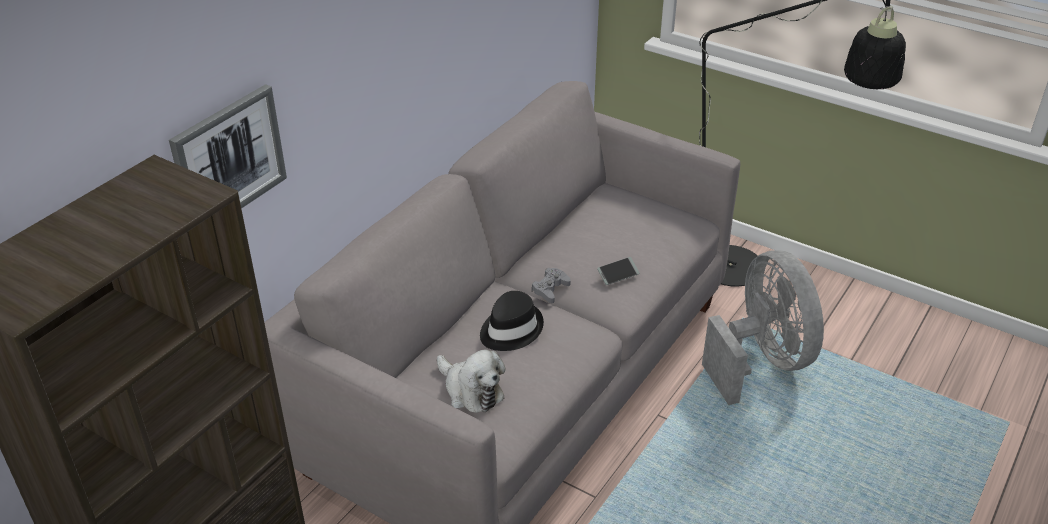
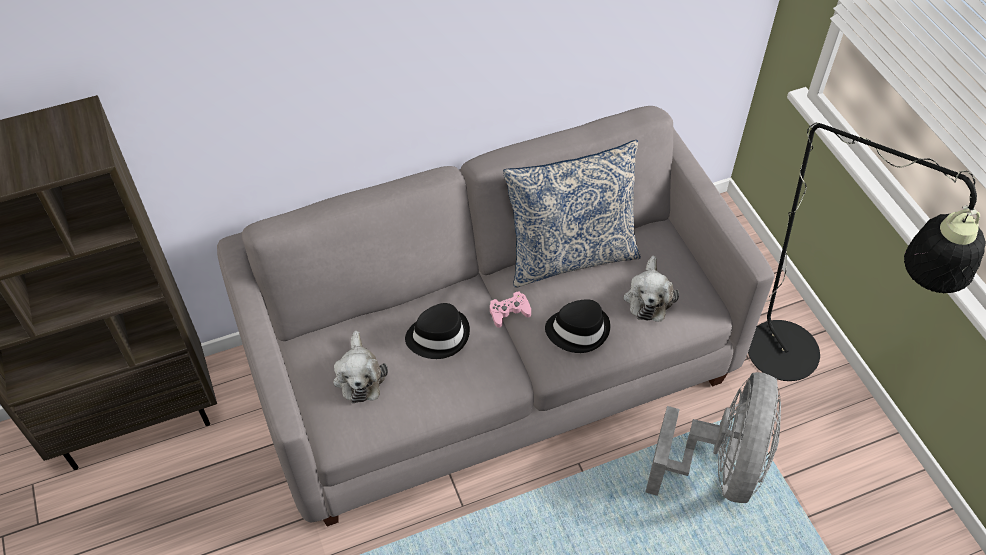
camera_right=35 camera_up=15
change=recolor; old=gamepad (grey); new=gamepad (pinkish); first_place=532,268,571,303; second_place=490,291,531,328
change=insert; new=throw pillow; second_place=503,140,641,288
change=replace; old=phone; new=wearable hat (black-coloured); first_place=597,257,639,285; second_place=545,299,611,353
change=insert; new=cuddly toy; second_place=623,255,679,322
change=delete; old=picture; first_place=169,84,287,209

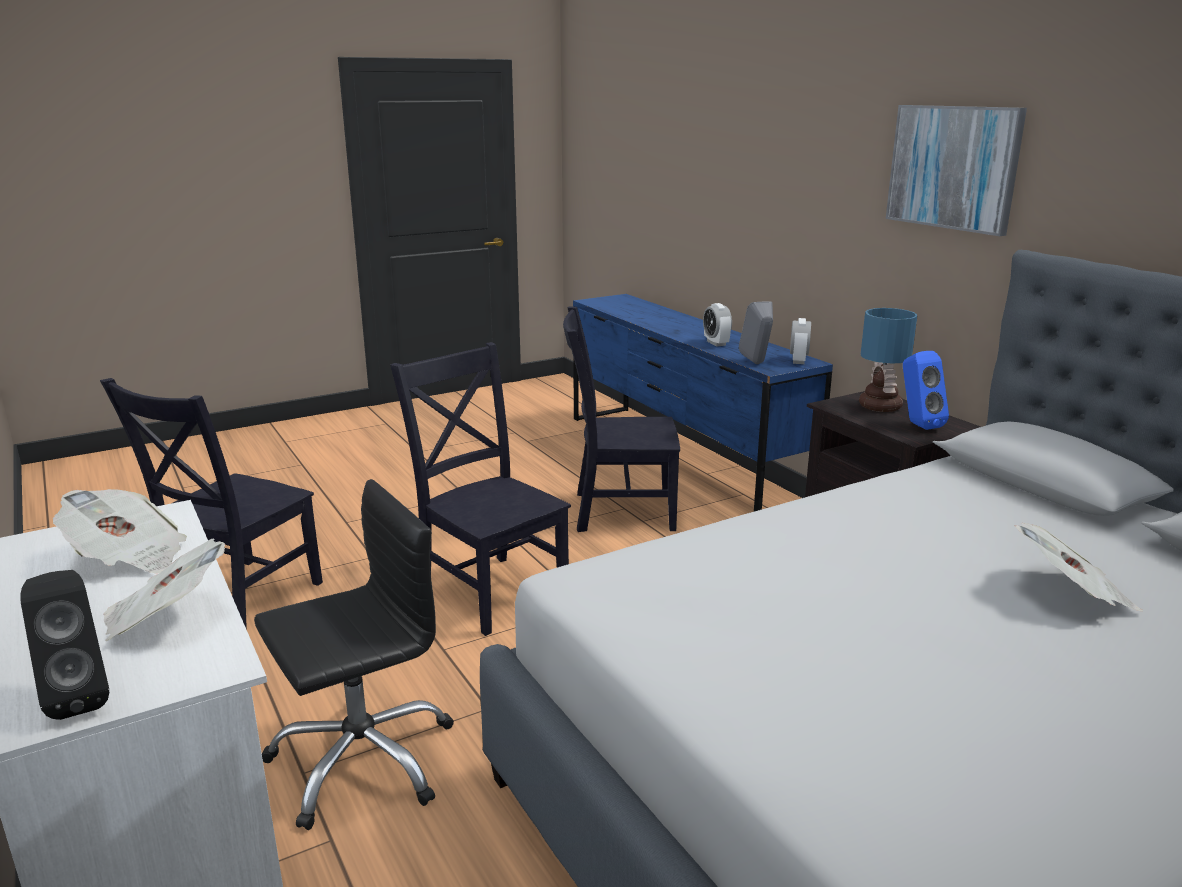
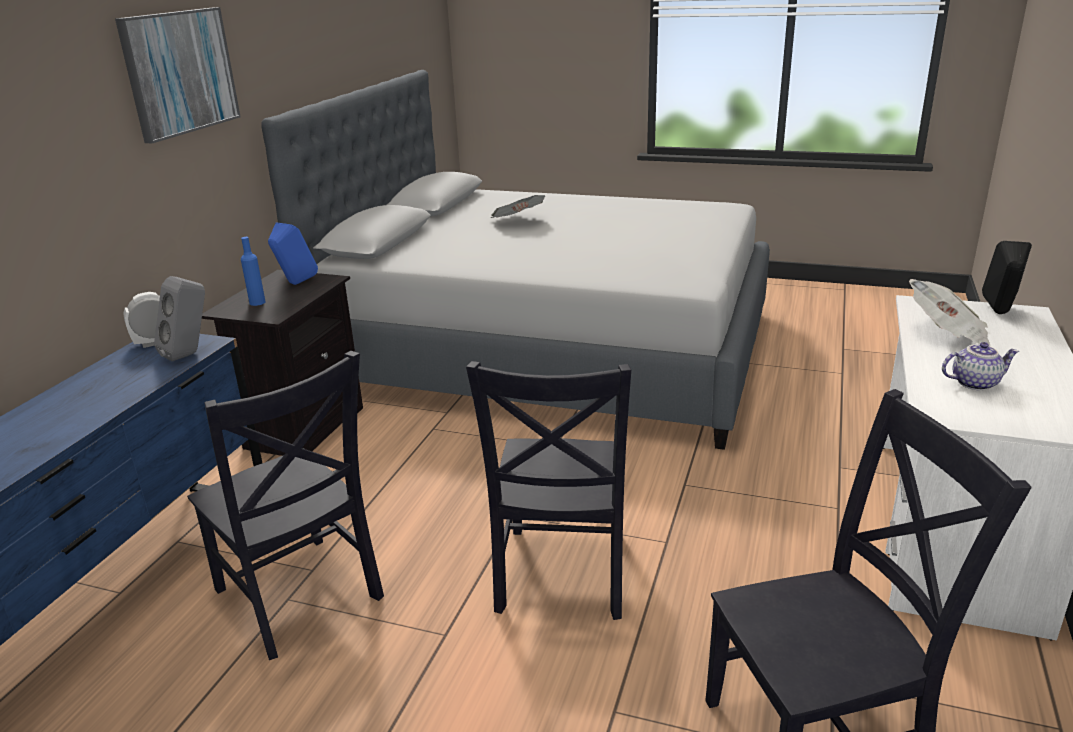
camera_right=-130 camera_up=5
change=replace; old=table lamp; new=beverage bottle (bluish); first_place=859,308,918,412; second_place=241,237,266,306
change=replace; old=daily paper; new=tea pot; first_place=53,489,187,573; second_place=942,342,1019,391
change=delete; old=office chair (black-coloured); first_place=254,479,454,830
change=delete; old=table clock; first_place=703,303,732,347

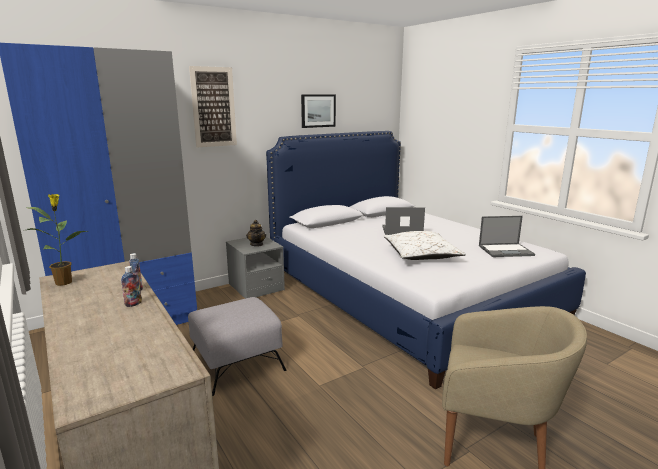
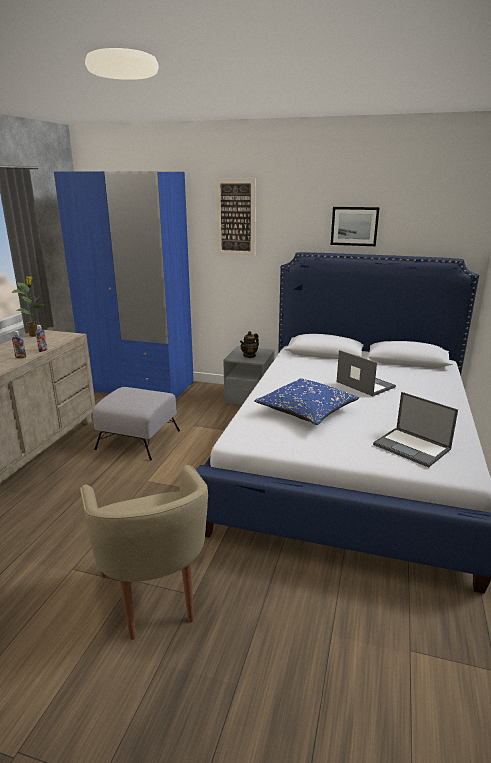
camera_right=50 camera_up=5
change=recolor; old=throw pillow (whitish); new=throw pillow (bluish); first_place=383,231,466,260; second_place=254,378,359,425

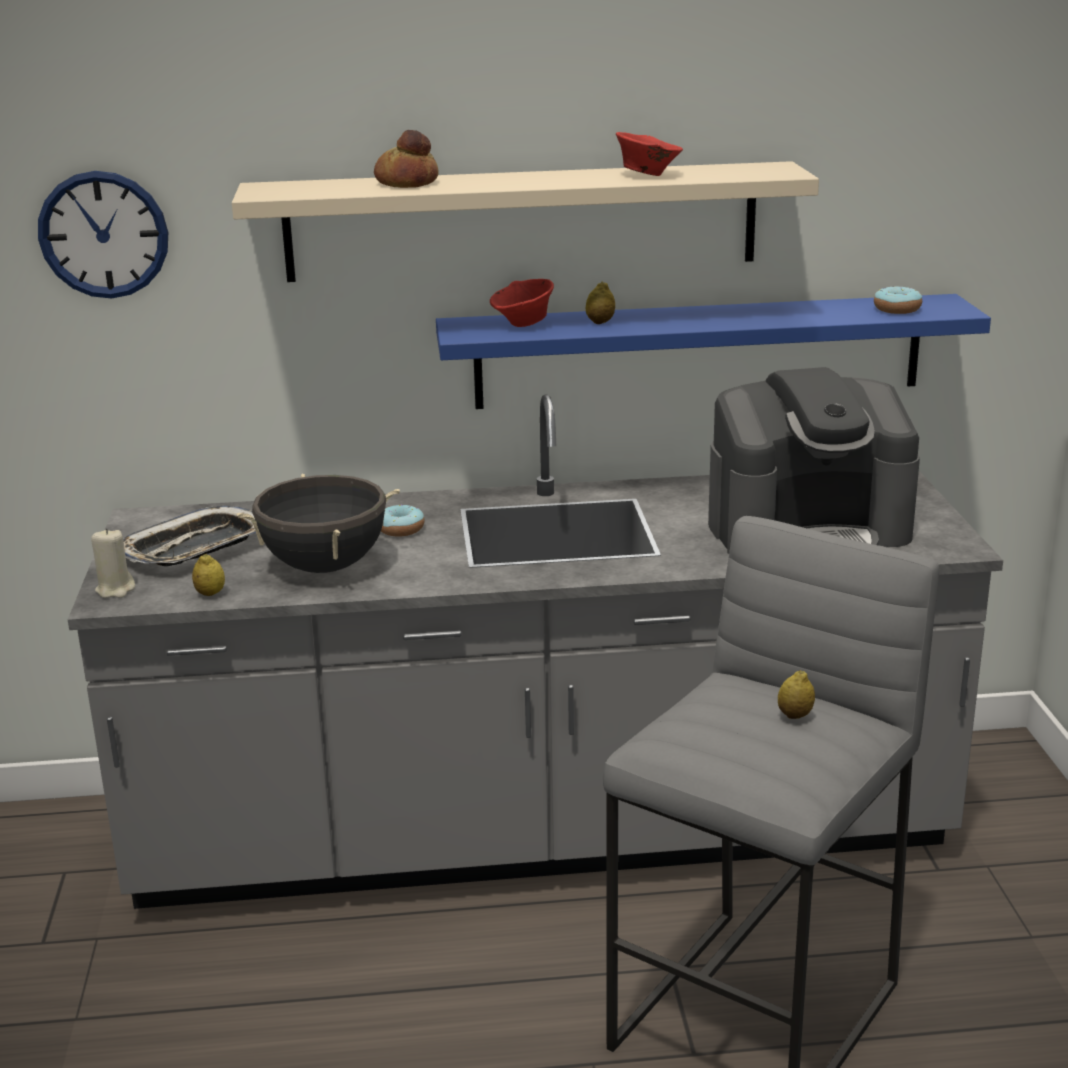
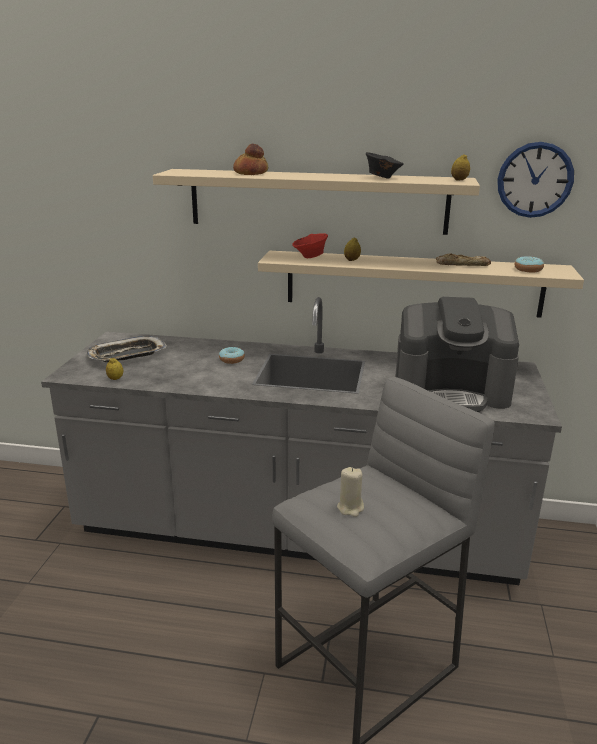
camera_right=15 camera_up=0
change=recolor; old=wall shelf (bluish); new=wall shelf (beige-coloured); first_place=436,294,991,409; second_place=258,251,584,318
change=move; old=wax candle (beige-coloured); first_place=91,528,135,598; second_place=337,467,364,517
change=recolor; old=deep dish (reddish); new=deep dish (black-coloured); first_place=616,132,683,176; second_place=366,152,404,179
change=insert; new=bakery bread; second_place=436,254,491,266
change=move; old=citrus fruit; first_place=778,670,815,719; second_place=451,154,470,181
change=move; old=clock on the wall; first_place=38,171,168,299; second_place=497,142,574,218
change=delete; old=cooking pot (black-coloured); first_place=237,474,400,573

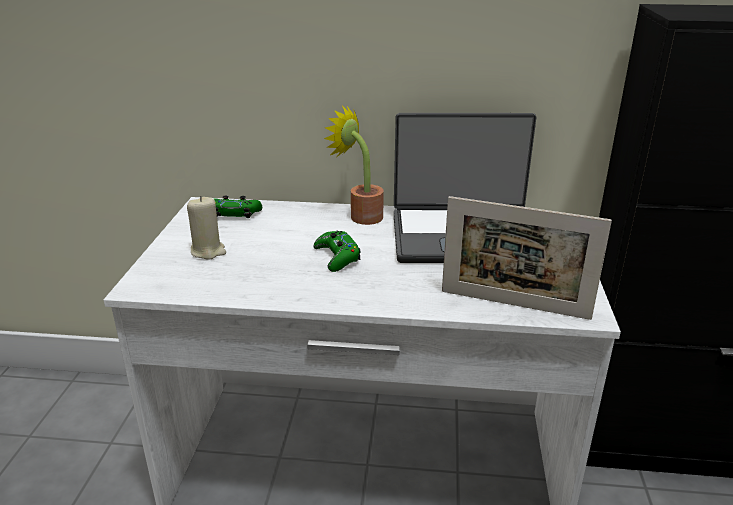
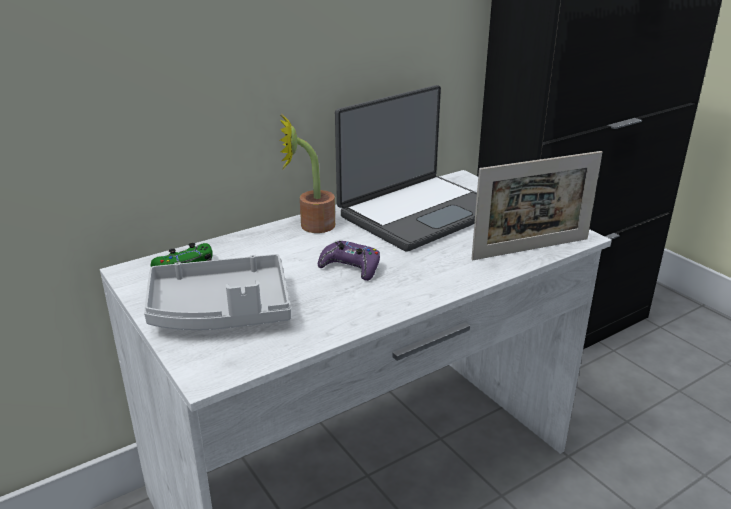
camera_right=-40 camera_up=0
change=replace; old=wax candle (beige-coloured); new=tray (grey); first_place=187,196,226,260; second_place=144,254,292,330
change=recolor; old=gamepad (green); new=gamepad (purple-coloured); first_place=313,231,361,272; second_place=318,241,380,281

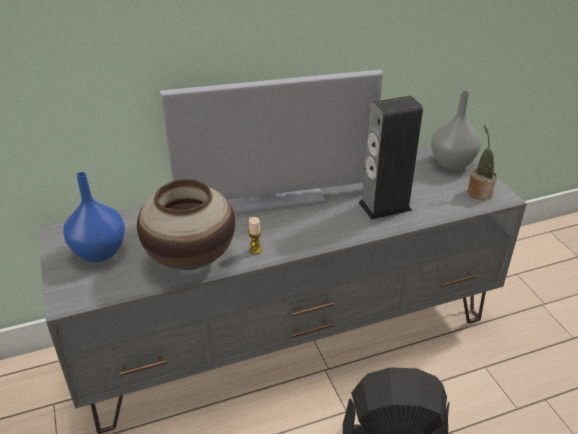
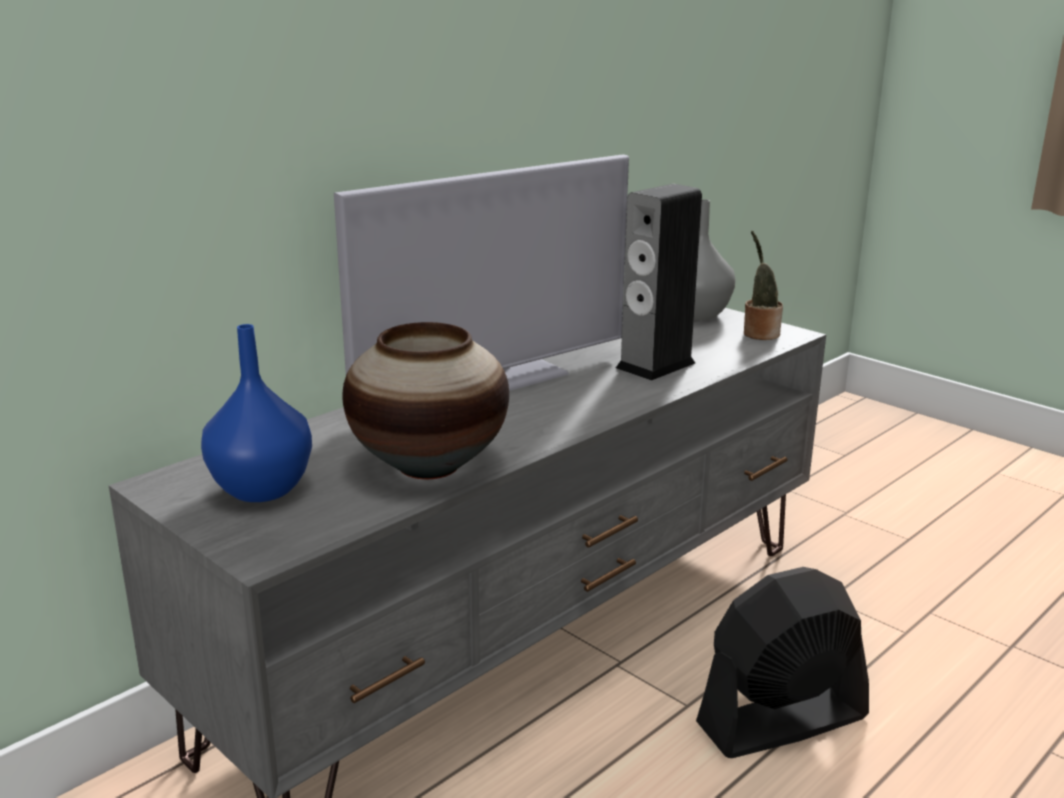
camera_right=-25 camera_up=-15
change=delete; old=wax candle; first_place=248,217,262,254

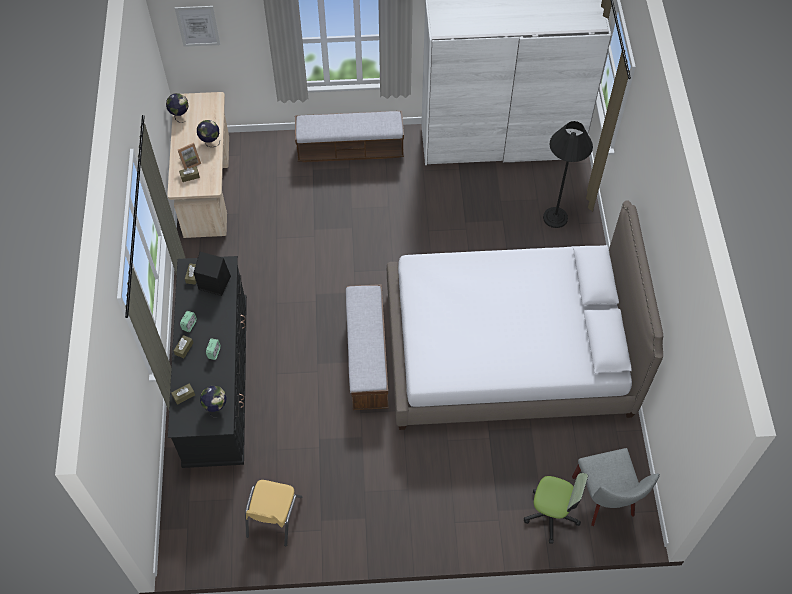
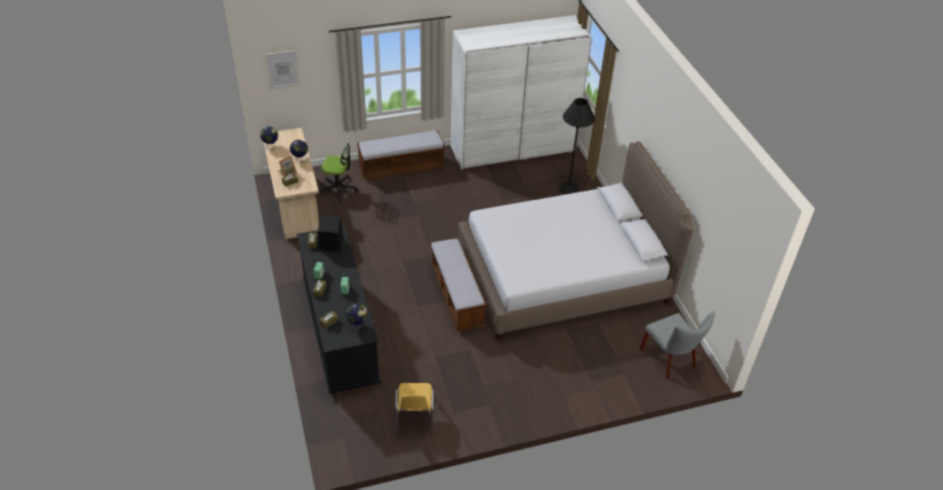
camera_right=-15 camera_up=-15
change=move; old=office chair; first_place=524,473,588,544; second_place=320,137,358,202

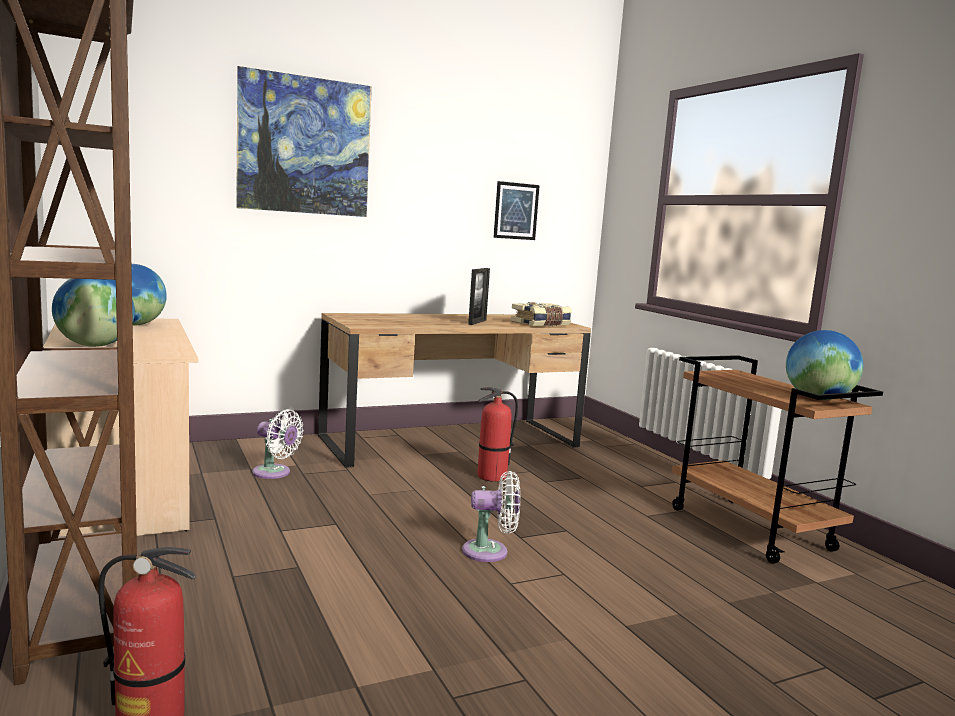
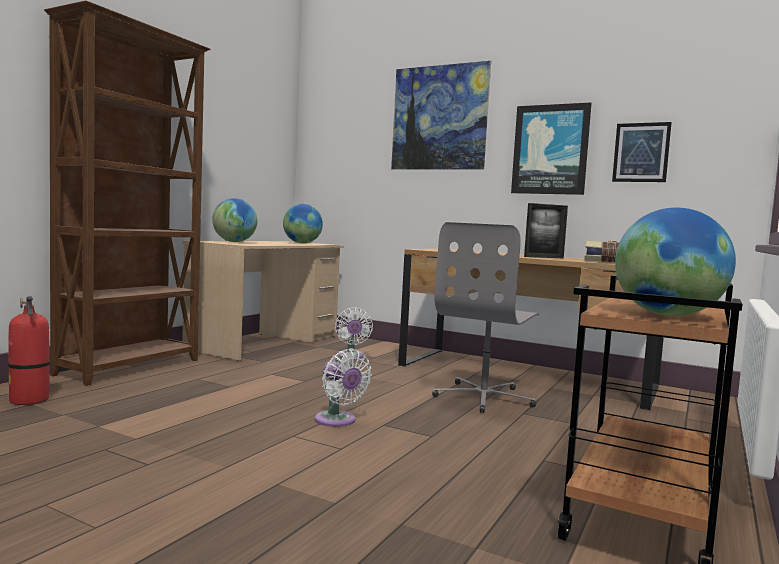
camera_right=55 camera_up=-5
change=replace; old=fire-fighting cylinder; new=office chair (grey); first_place=478,387,518,482; second_place=432,222,539,413
change=insert; new=picture; second_place=511,103,592,195

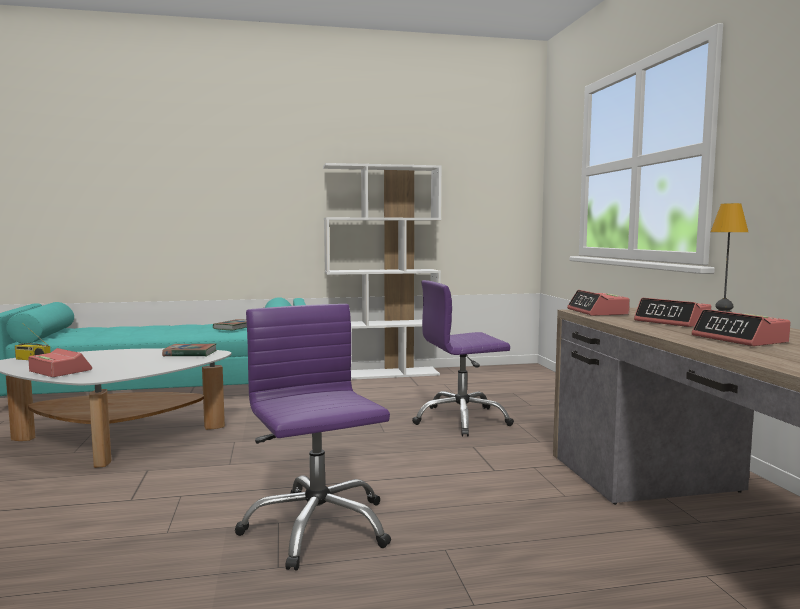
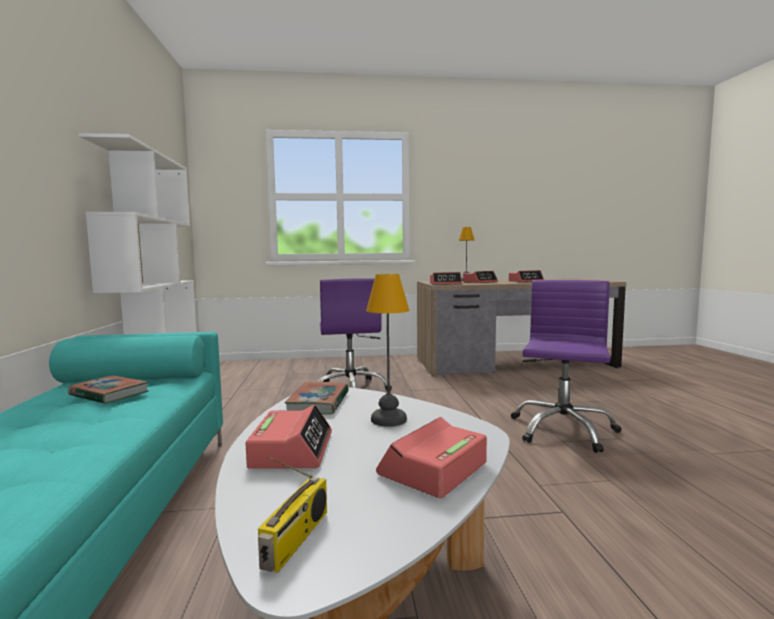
camera_right=-85 camera_up=0
change=insert; new=table clock; second_place=246,405,332,469
change=insert; new=table lamp; second_place=366,274,409,427
change=rotate; old=office chair (purple-coloured); first_place=235,304,391,571; second_place=511,280,621,453; degrees=135

